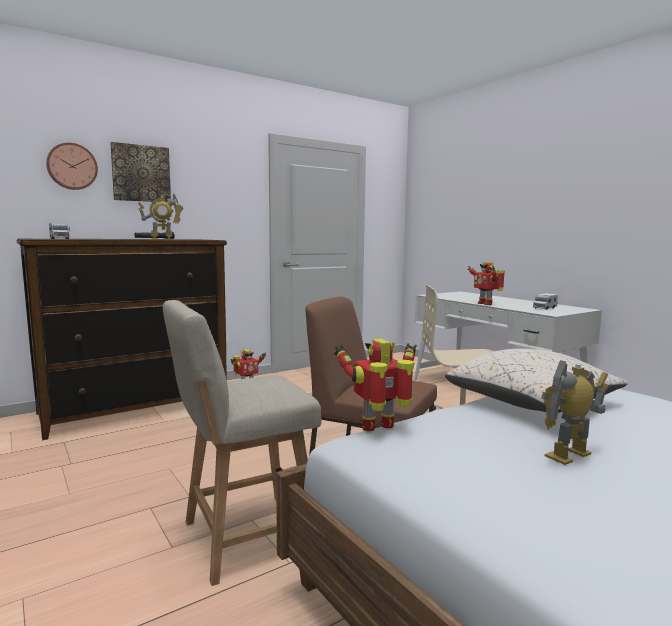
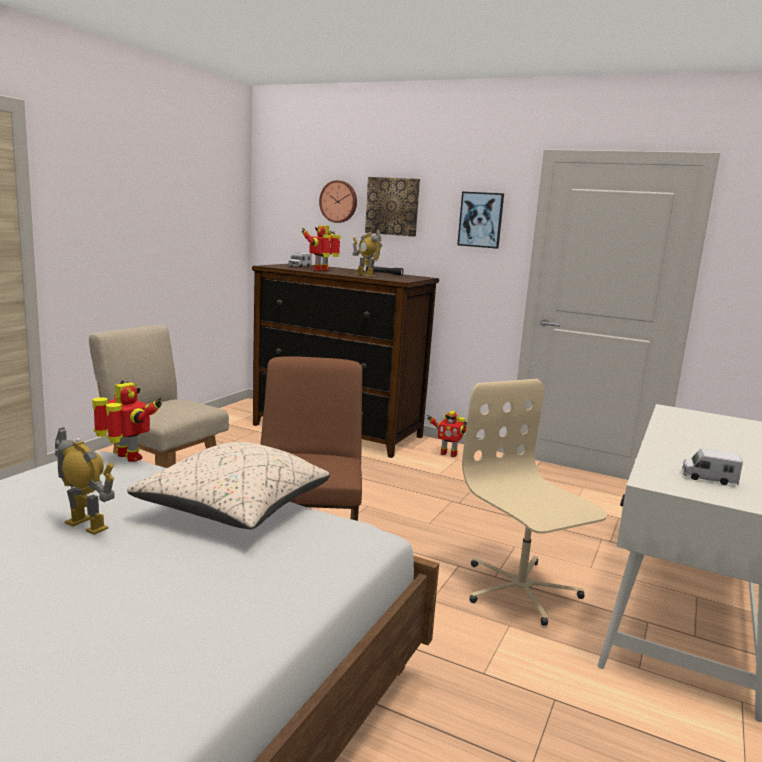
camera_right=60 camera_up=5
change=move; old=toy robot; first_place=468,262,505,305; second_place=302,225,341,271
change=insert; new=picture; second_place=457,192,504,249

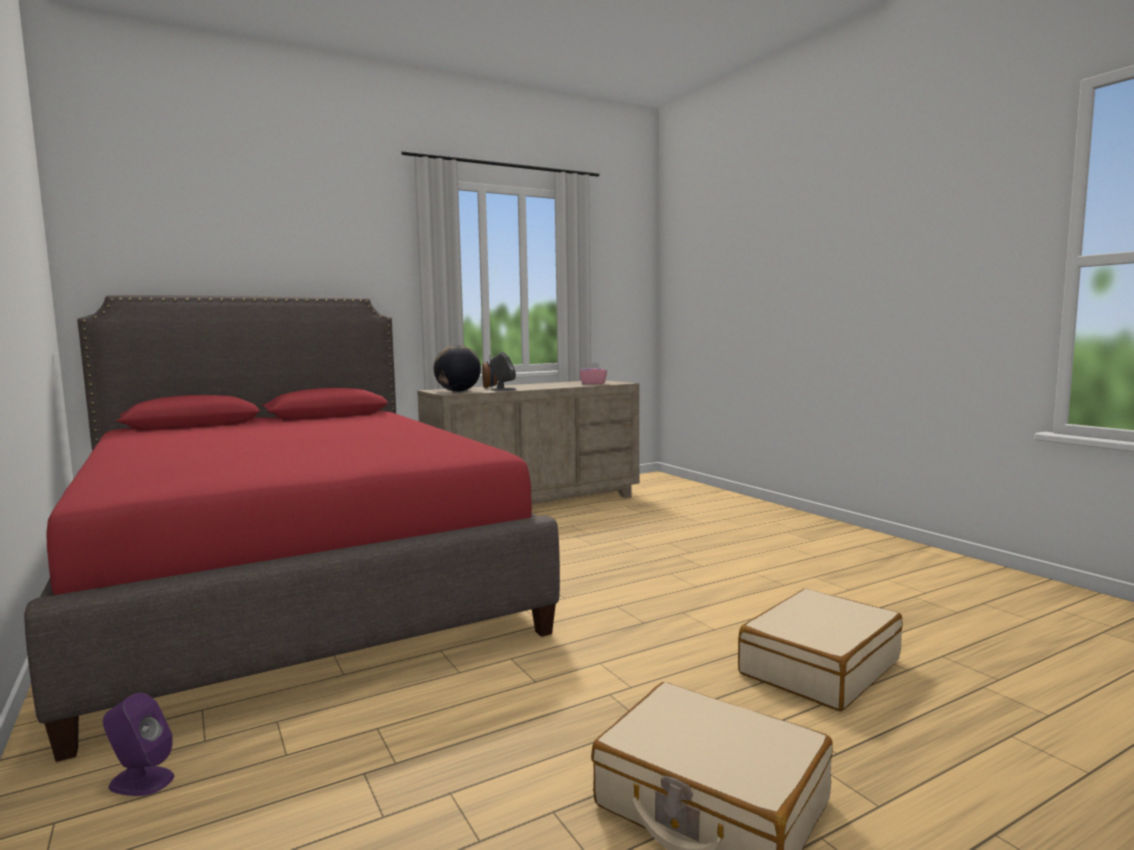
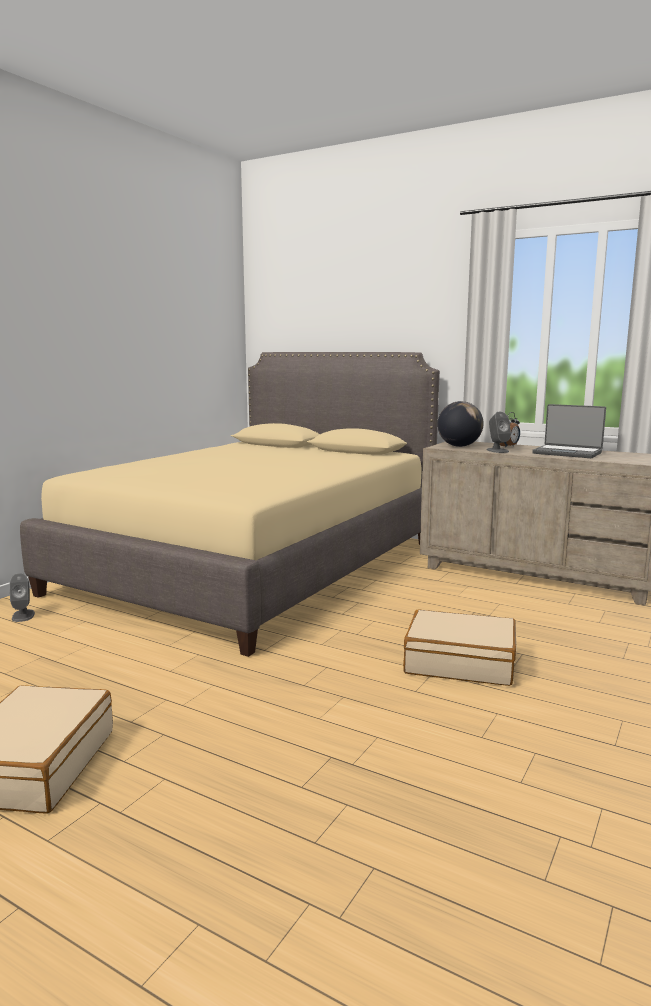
camera_right=60 camera_up=5
change=recolor; old=loudspeaker (purple-coloured); new=loudspeaker (grey); first_place=103,693,174,796; second_place=10,573,35,622
change=recolor; old=sleeping bed (reddish); new=sleeping bed (beige-coloured); first_place=24,295,560,762; second_place=20,352,440,657
change=move; old=travel case (beige-coloured); first_place=738,588,902,711; second_place=403,610,516,686
change=insert; new=portable computer; second_place=532,404,606,458
change=delete; old=tissue holder (pinkish); first_place=579,363,607,384

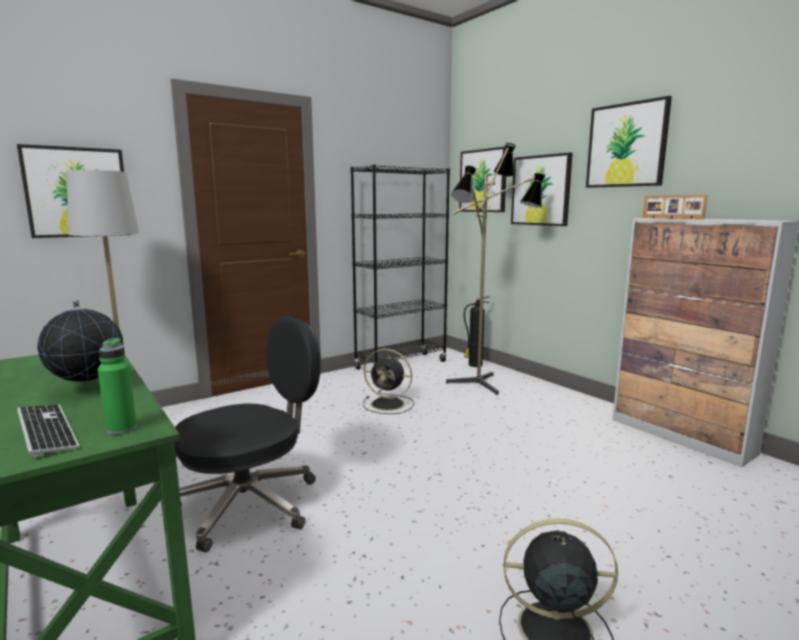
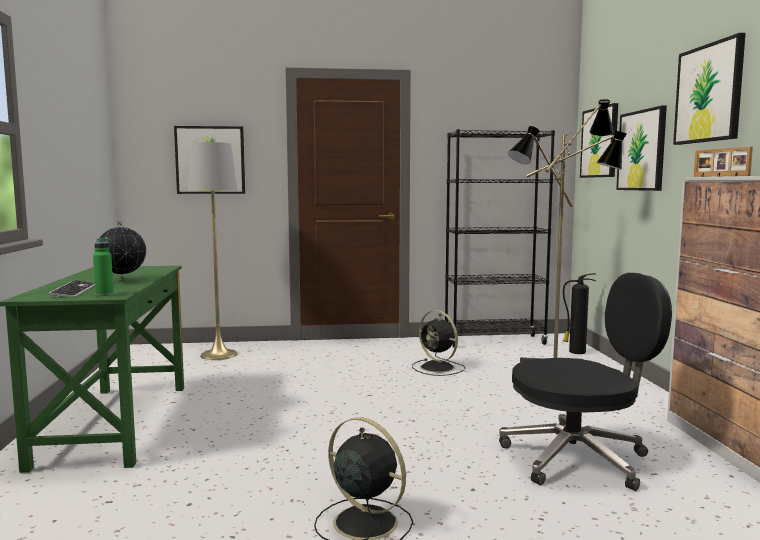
camera_right=30 camera_up=-5
change=move; old=office chair (black-coloured); first_place=174,317,321,552; second_place=499,273,672,491

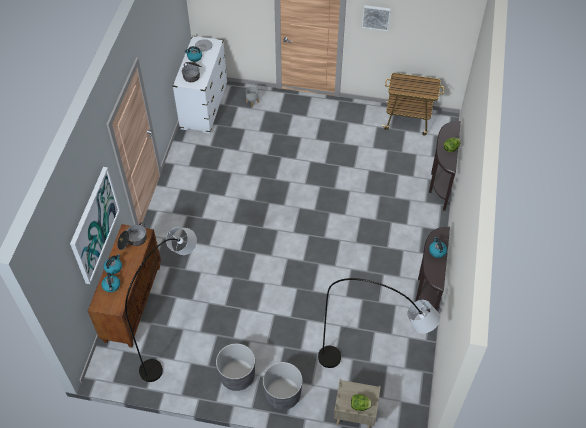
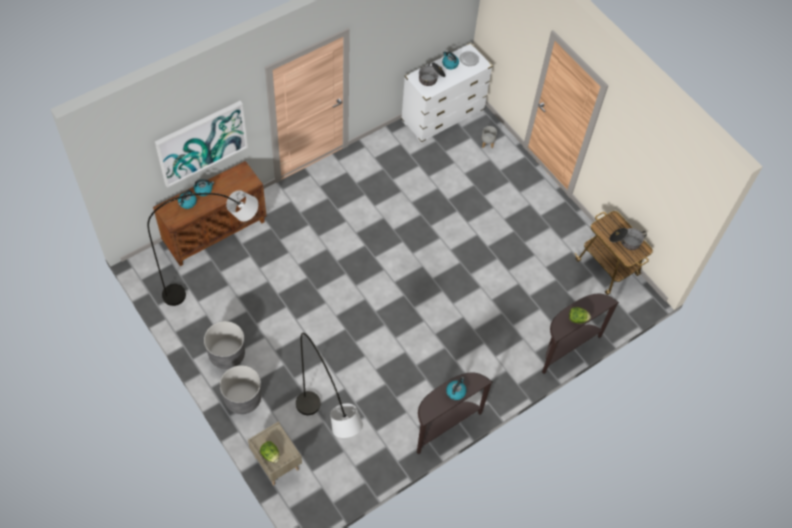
camera_right=40 camera_up=5
change=move; old=cooking pot; first_place=117,222,147,250; second_place=609,228,647,250
change=delete; old=picture; first_place=362,5,391,31

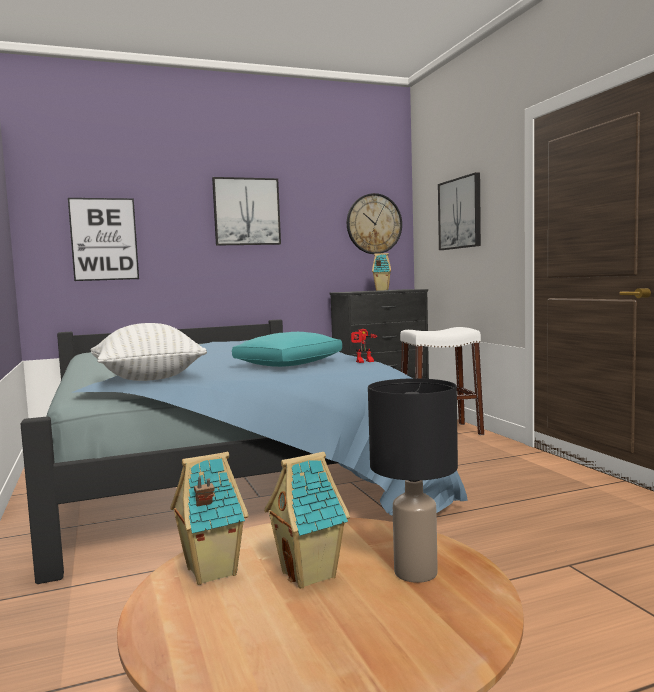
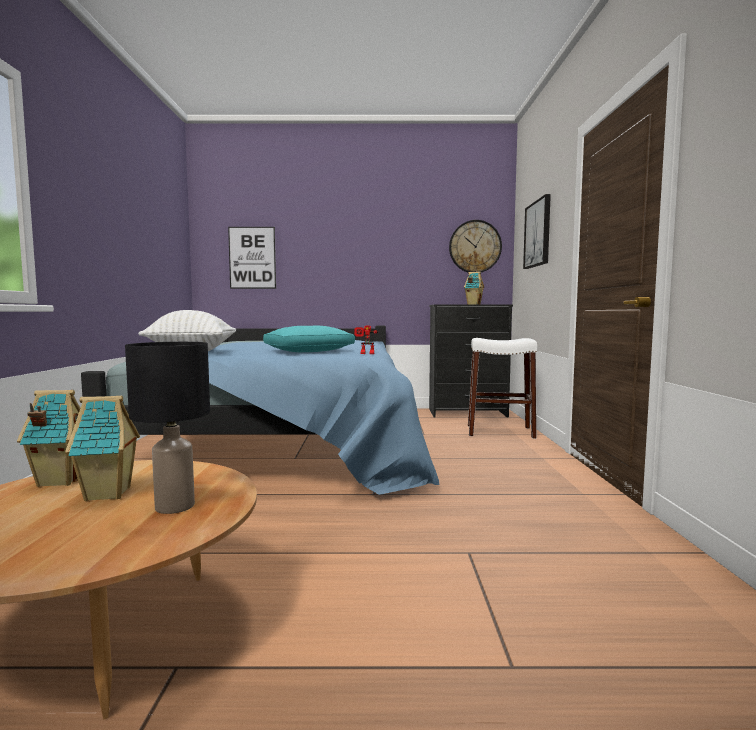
camera_right=20 camera_up=0
change=delete; old=picture; first_place=212,177,281,246

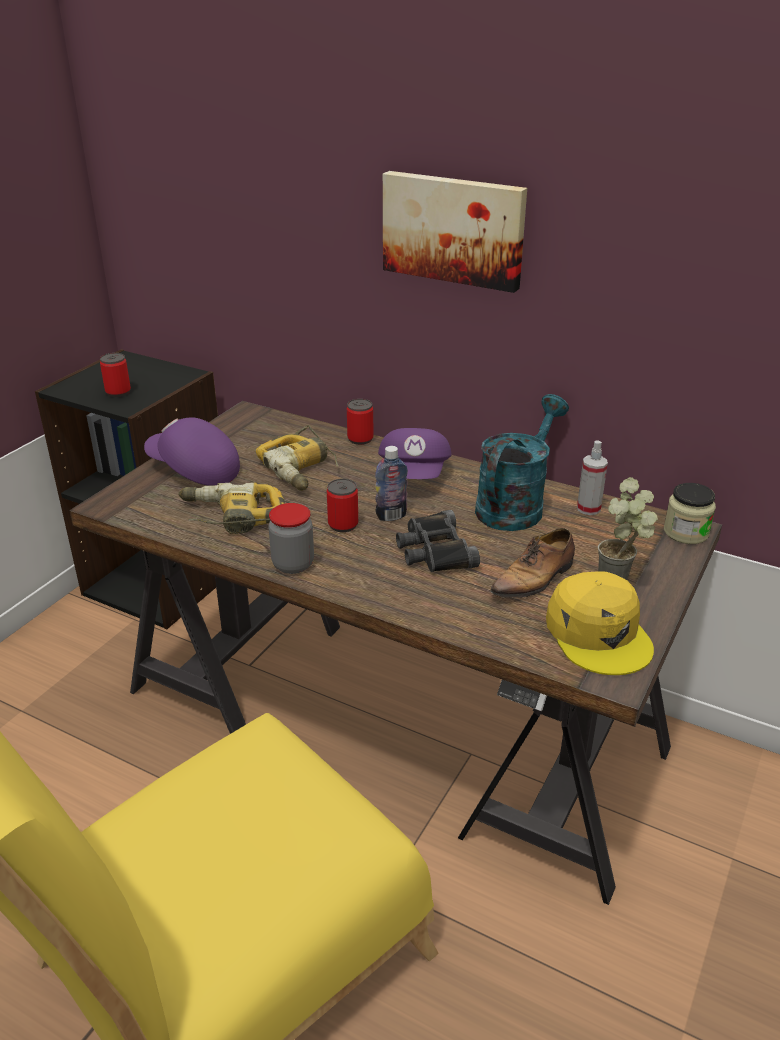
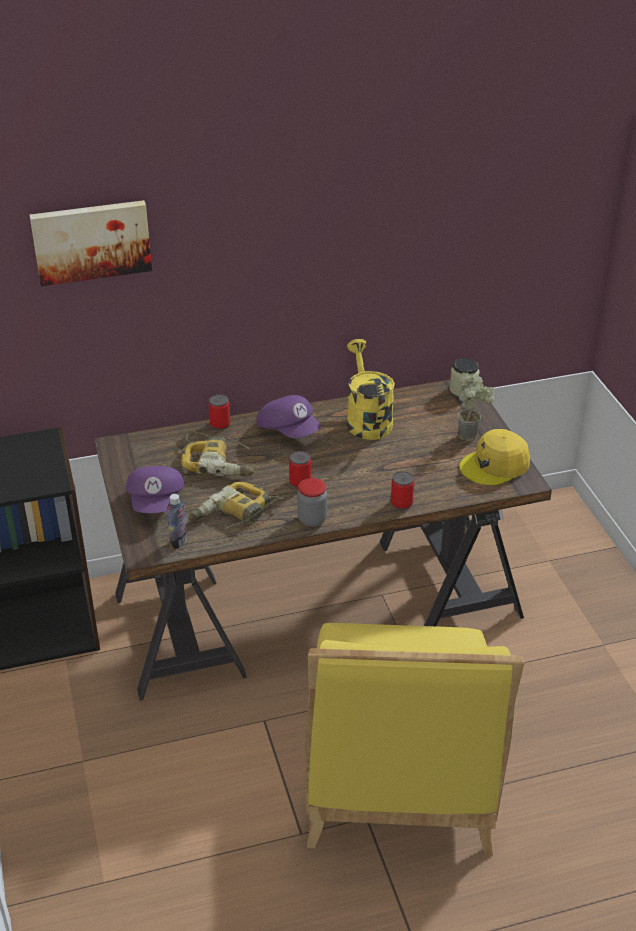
camera_right=-45 camera_up=5
change=move; old=picture; first_place=383,171,527,293; second_place=30,200,152,286
change=rotate; old=cap (purple-coloured); first_place=144,417,240,486; second_place=126,466,185,513; degrees=-75
change=move; old=beverage bottle; first_place=375,446,408,521; second_place=167,494,187,549
change=recolor; old=watering can (turquoise); new=watering can (yellowish); first_place=475,394,569,531; second_place=347,339,395,440
change=move; old=metal can; first_place=100,353,131,397; second_place=391,471,414,510
change=rotate; old=cap (yellowish); first_place=546,571,654,675; second_place=460,429,530,485; degrees=120
change=delete; old=field glasses (black-coloured); first_place=396,510,480,572
change=delete; old=item of footwear; first_place=490,528,575,598
change=delete; old=hand sprayer; first_place=577,440,608,515

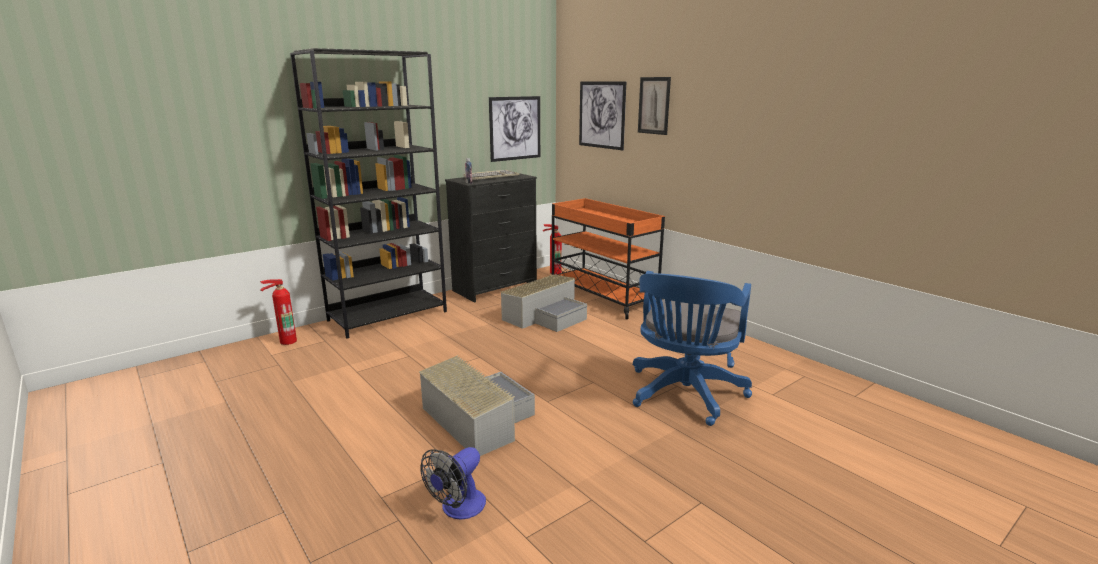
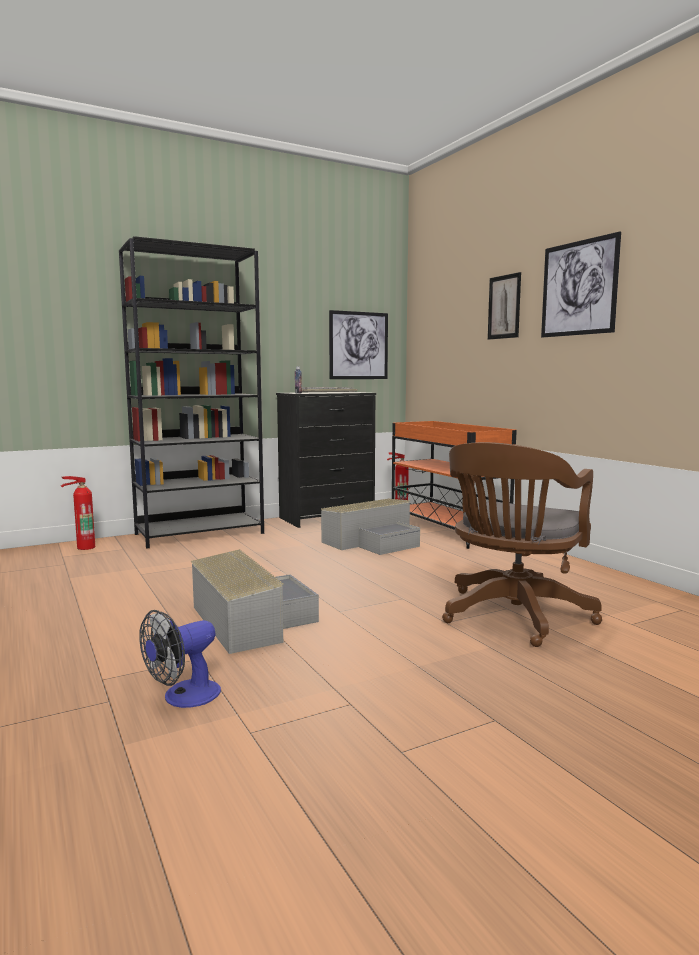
camera_right=10 camera_up=-10
change=recolor; old=office chair (bluish); new=office chair (brown); first_place=633,271,752,426; second_place=442,442,602,647
change=move; old=picture; first_place=579,82,626,150; second_place=541,231,621,337

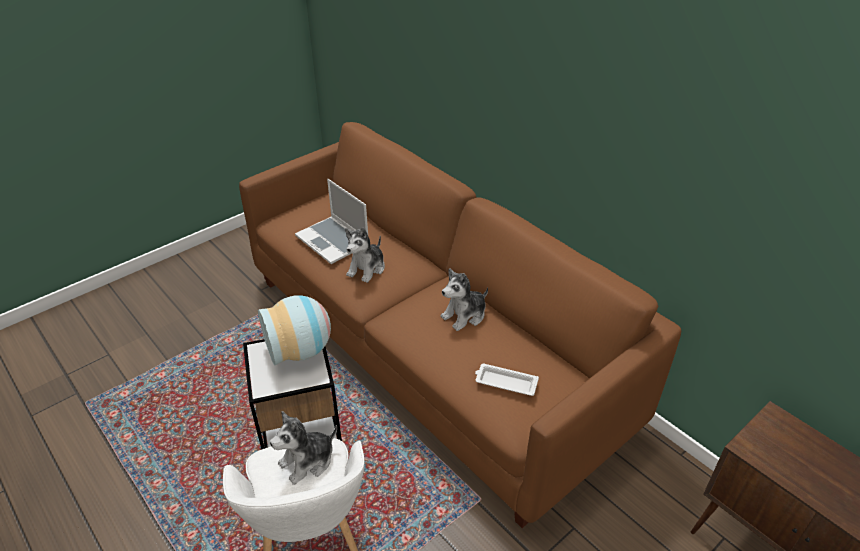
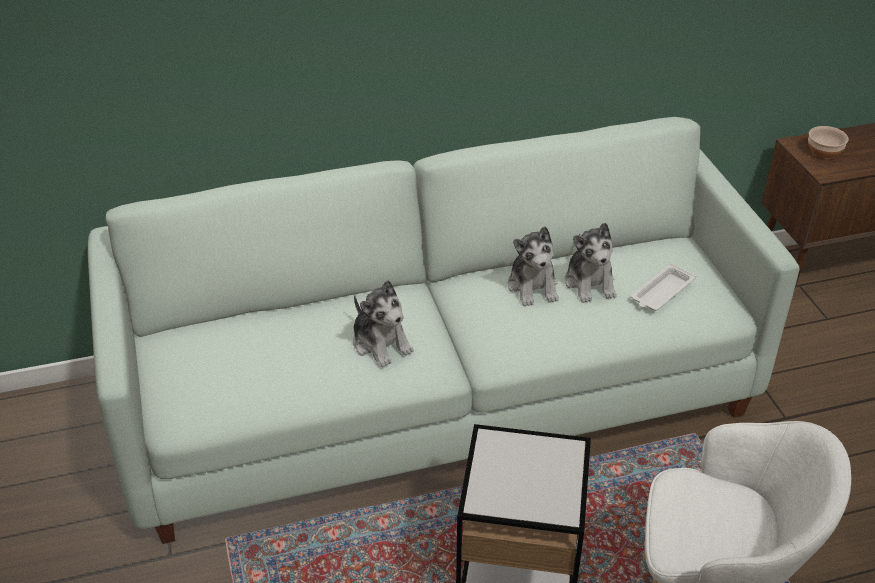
camera_right=-65 camera_up=0
change=recolor; old=settee (brown); new=settee (whitish); first_place=239,122,681,528; second_place=88,117,799,544
change=move; old=cuddly toy; first_place=270,411,337,485; second_place=565,223,617,303
change=insert; new=deep dish; second_place=808,126,848,159
change=delete; old=decorative vase; first_place=258,295,331,365
change=delete; old=portable computer; first_place=295,179,368,264

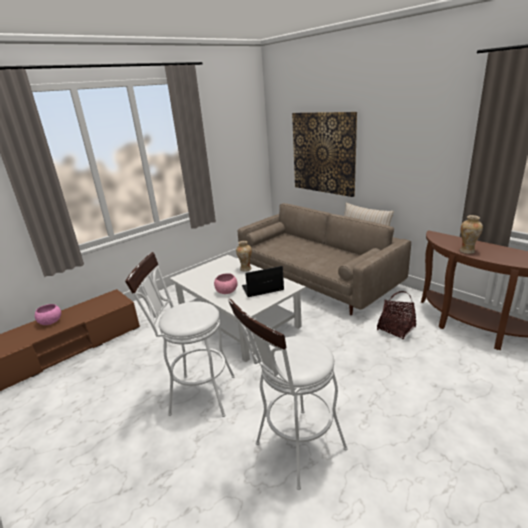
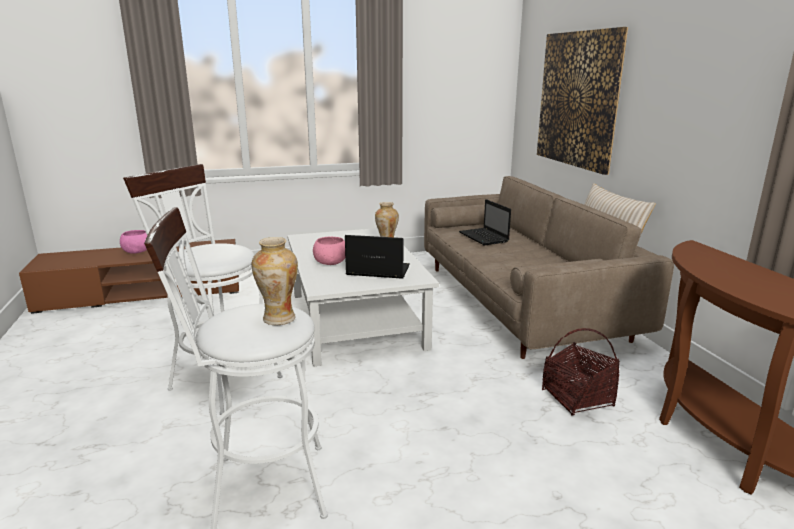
camera_right=25 camera_up=-5
change=move; old=decorative vase; first_place=460,215,483,254; second_place=252,237,298,325
change=insert; new=portable computer; second_place=459,199,511,245

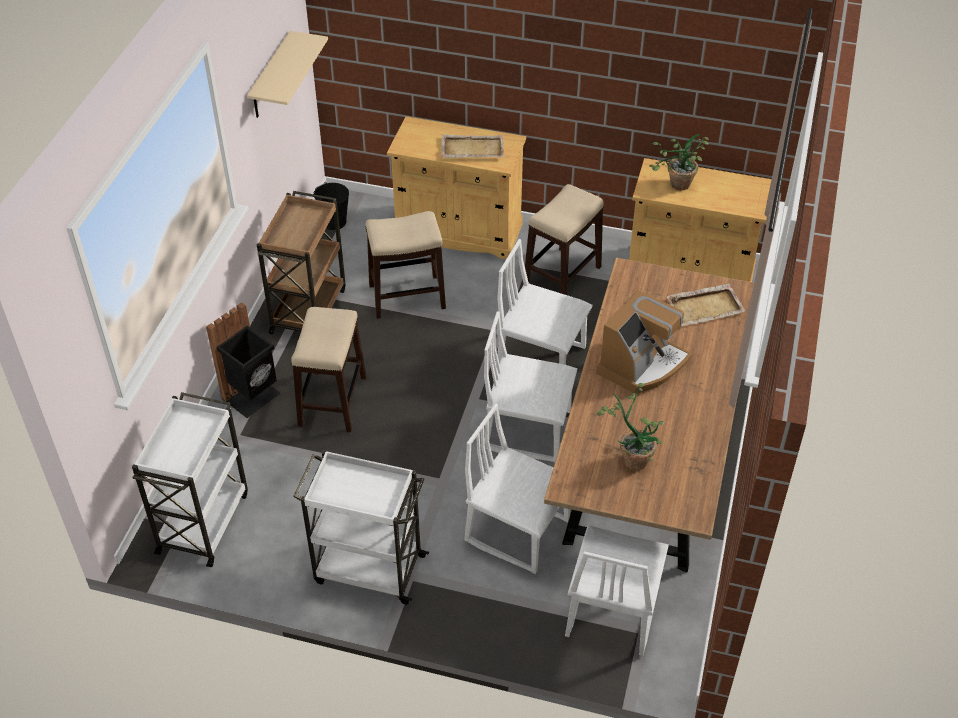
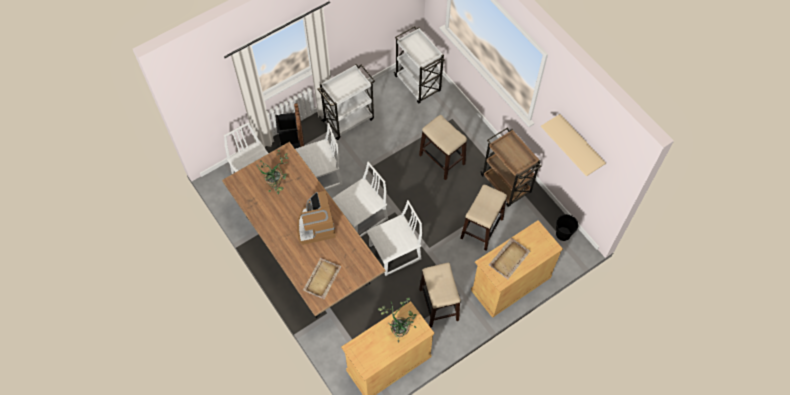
camera_right=130 camera_up=15
change=move; old=trash can (black-coloured); first_place=206,302,280,418; second_place=275,103,304,149

